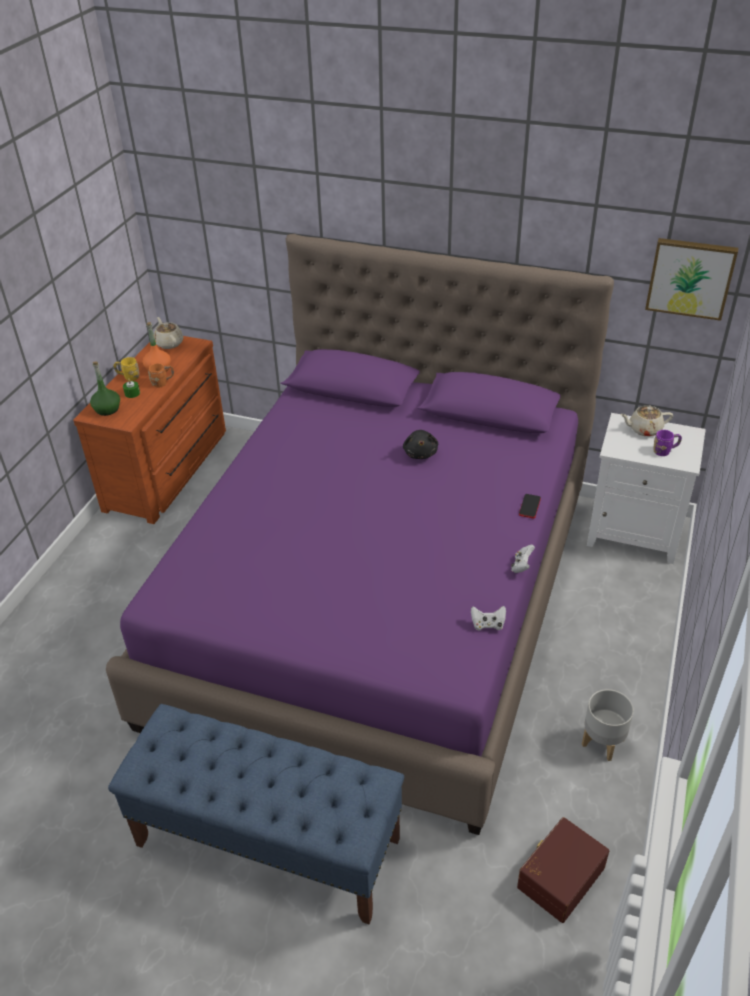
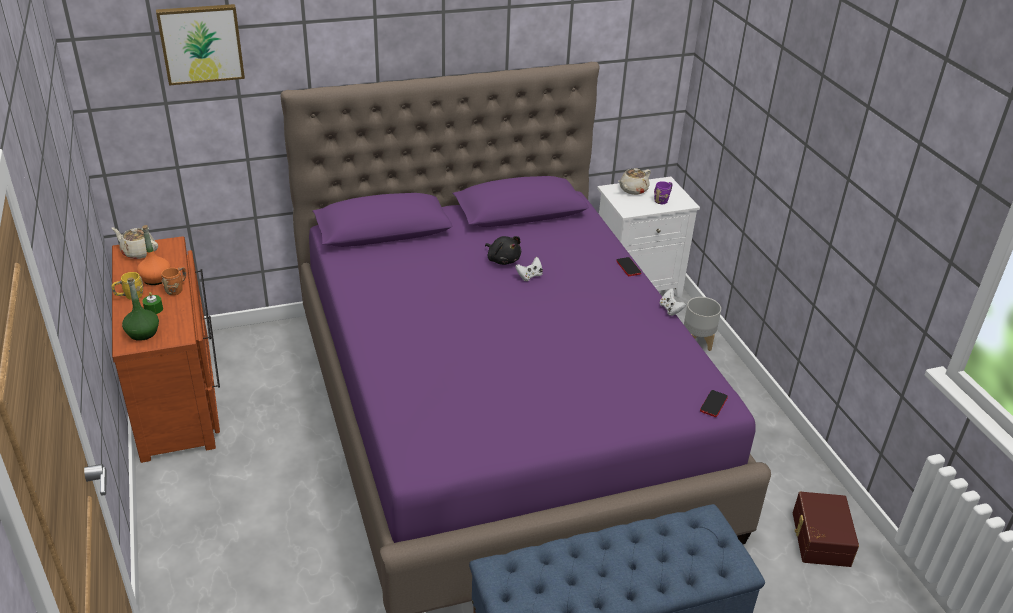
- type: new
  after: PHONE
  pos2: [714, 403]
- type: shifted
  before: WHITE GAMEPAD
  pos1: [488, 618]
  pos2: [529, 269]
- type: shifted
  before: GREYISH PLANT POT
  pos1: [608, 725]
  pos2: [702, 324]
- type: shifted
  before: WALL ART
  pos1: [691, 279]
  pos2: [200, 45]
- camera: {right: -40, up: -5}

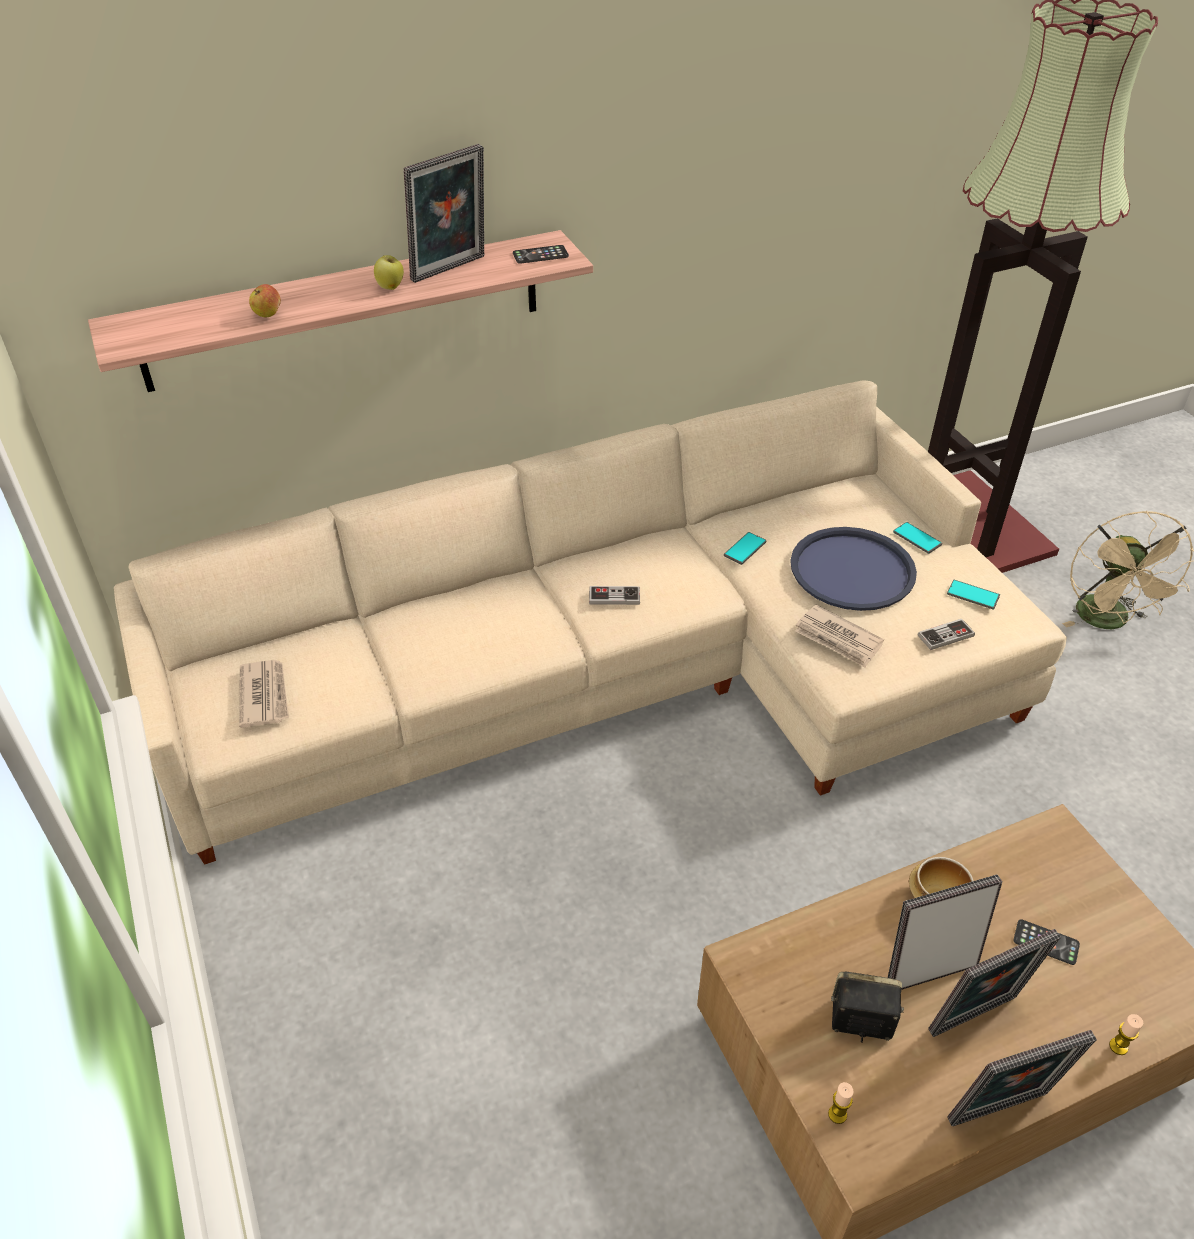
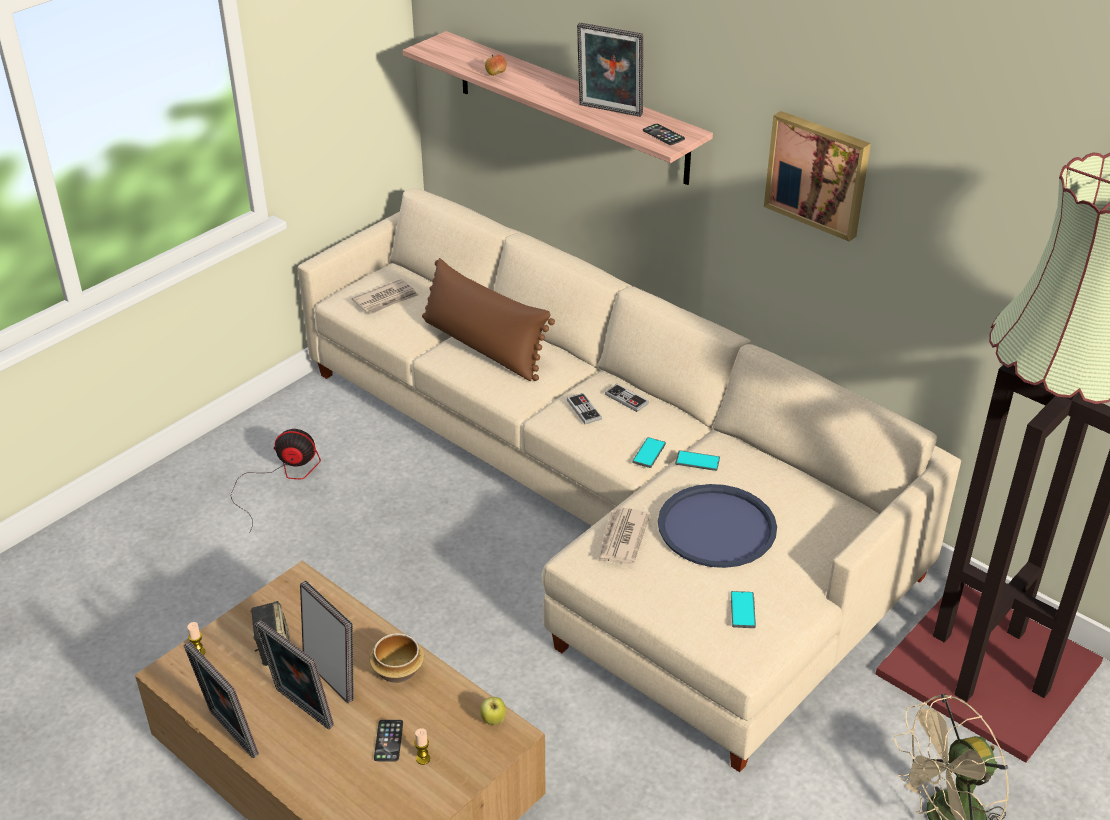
- type: new
  after: COOLING FAN
  pos2: [275, 480]
- type: new
  after: BROWN-COLOURED THROW PILLOW
  pos2: [488, 319]
- type: new
  after: WALL ART
  pos2: [817, 176]
- type: shifted
  before: APPLE
  pos1: [389, 272]
  pos2: [493, 711]
- type: shifted
  before: PHONE
  pos1: [917, 538]
  pos2: [649, 452]
- type: shifted
  before: GAMEPAD
  pos1: [946, 634]
  pos2: [627, 398]
- type: shifted
  before: WAX CANDLE
  pos1: [1126, 1034]
  pos2: [422, 746]
- camera: {right: 65, up: -5}

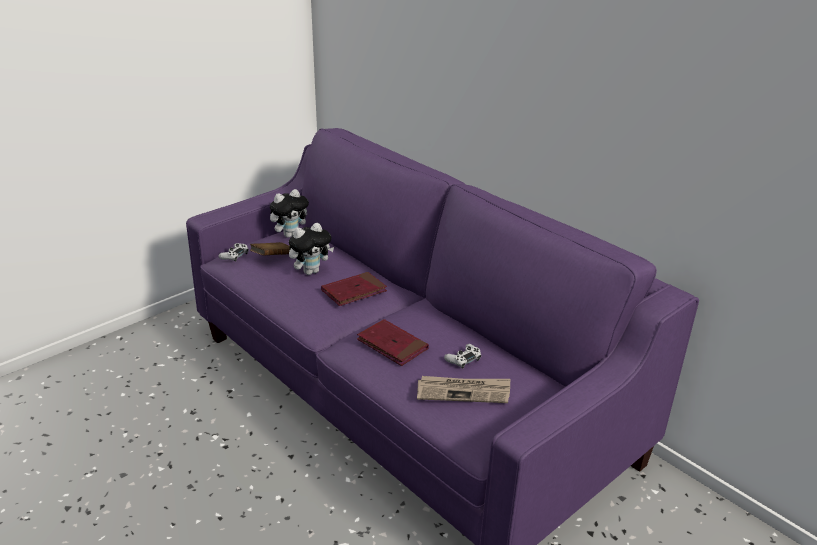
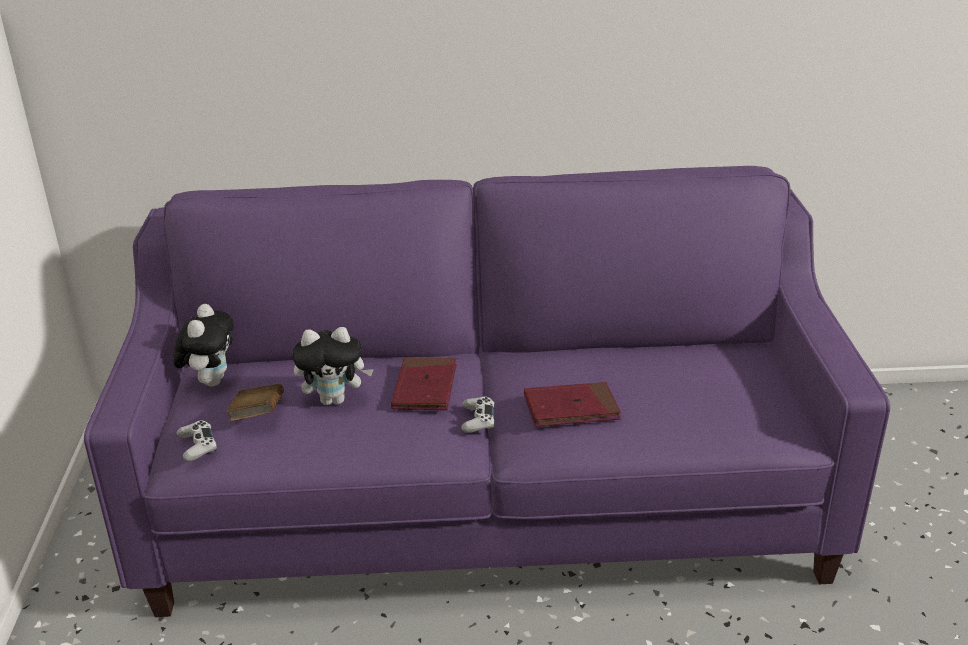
- type: gone
  before: PRINTED PAPER
  pos1: [463, 389]
- type: shifted
  before: WHITE GAMEPAD
  pos1: [462, 356]
  pos2: [478, 414]
- type: rotated
  before: SOFT TOY
  pos1: [311, 249]
  pos2: [333, 366]
  turn: 75
- camera: {right: -50, up: 0}

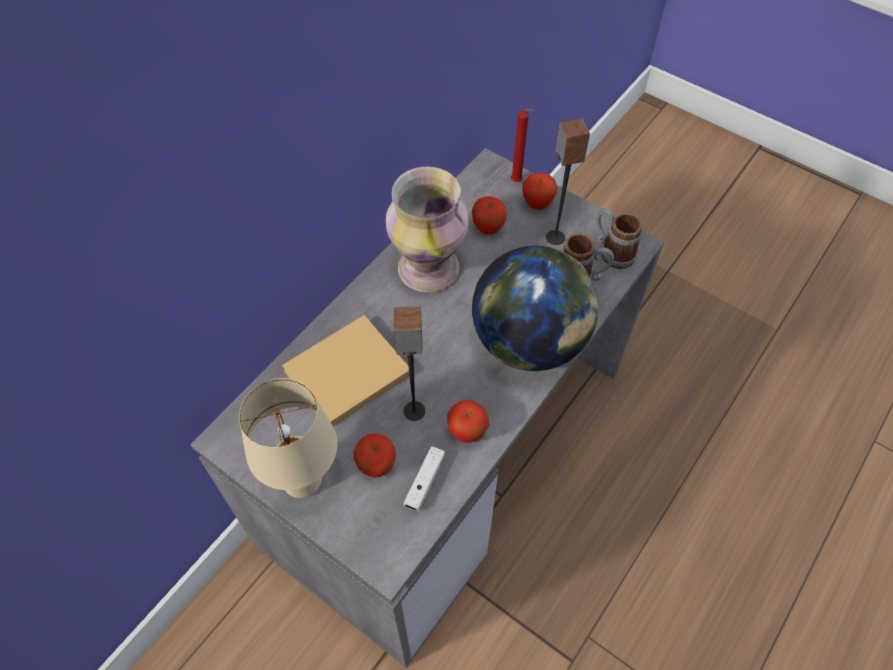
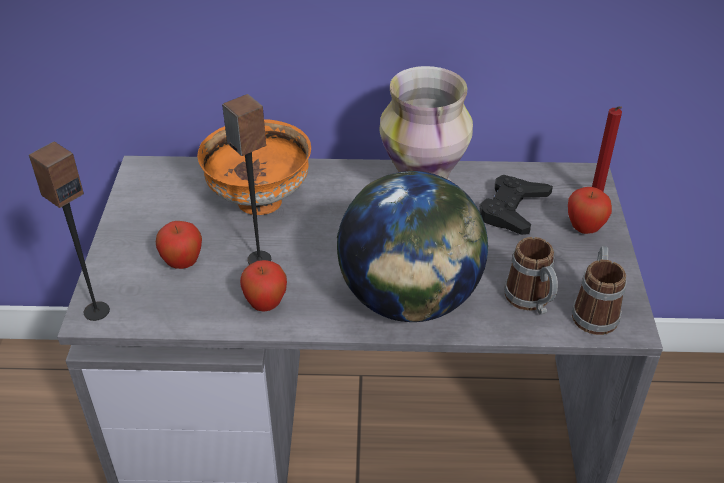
- type: gone
  before: BEIGE TABLETOP LAMP
  pos1: [288, 438]
- type: gone
  before: WHITE GAMEPAD
  pos1: [424, 478]
- type: shifted
  before: AUDIO SPEAKER
  pos1: [568, 181]
  pos2: [69, 231]
- type: swapped
  before: BEIGE BOOK
  after: ORANGE BOWL
  pos1: [346, 370]
  pos2: [254, 167]
- type: swapped
  before: APPLE
  after: BLACK-COLOURED GAMEPAD
  pos1: [489, 215]
  pos2: [516, 205]
- camera: {right: 55, up: -15}

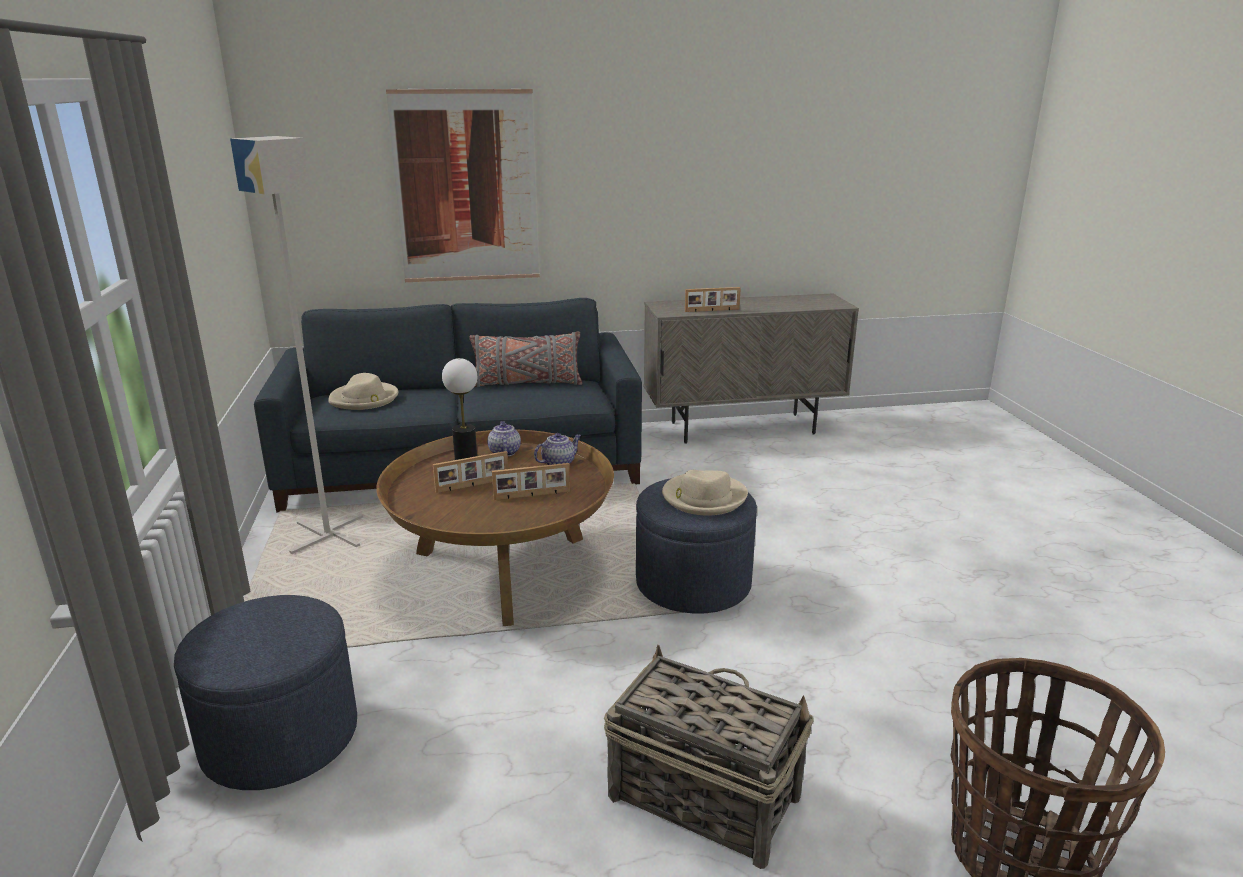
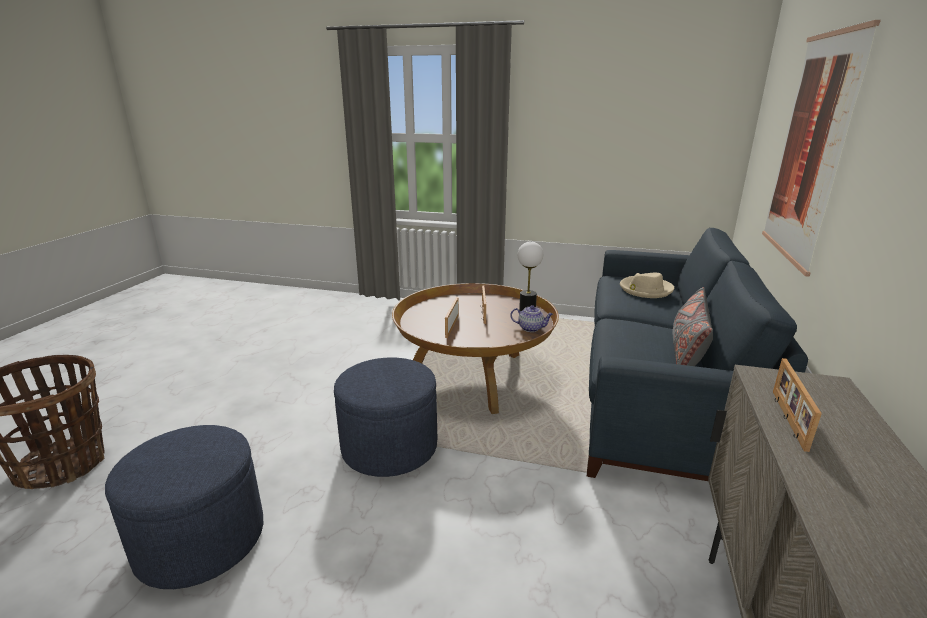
- type: gone
  before: GREYISH FLOOR LAMP
  pos1: [296, 345]
- type: gone
  before: TEAPOT
  pos1: [557, 449]
- type: gone
  before: BASKET
  pos1: [709, 757]
- type: gone
  before: BEIGE HAT
  pos1: [705, 493]
- type: shifted
  before: BLUE-COLOURED POUFFE
  pos1: [265, 692]
  pos2: [184, 507]
- camera: {right: 115, up: 0}

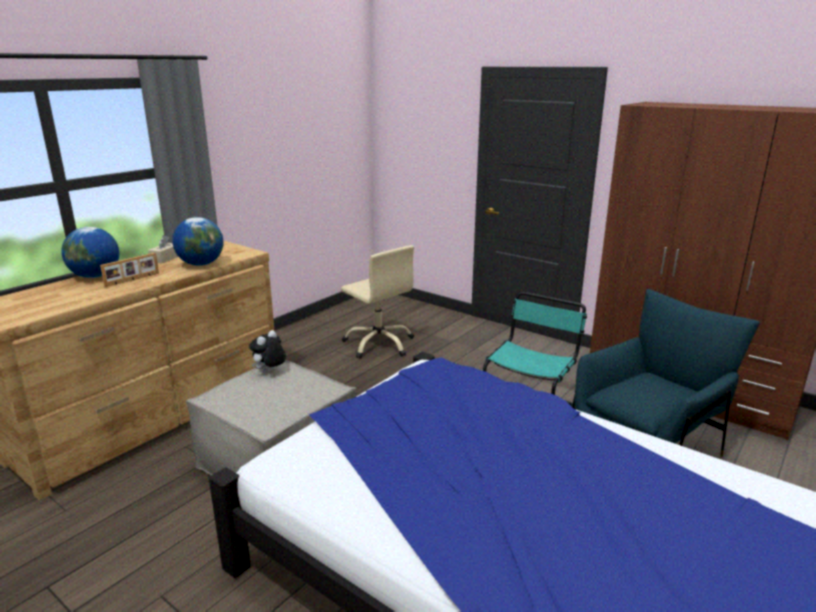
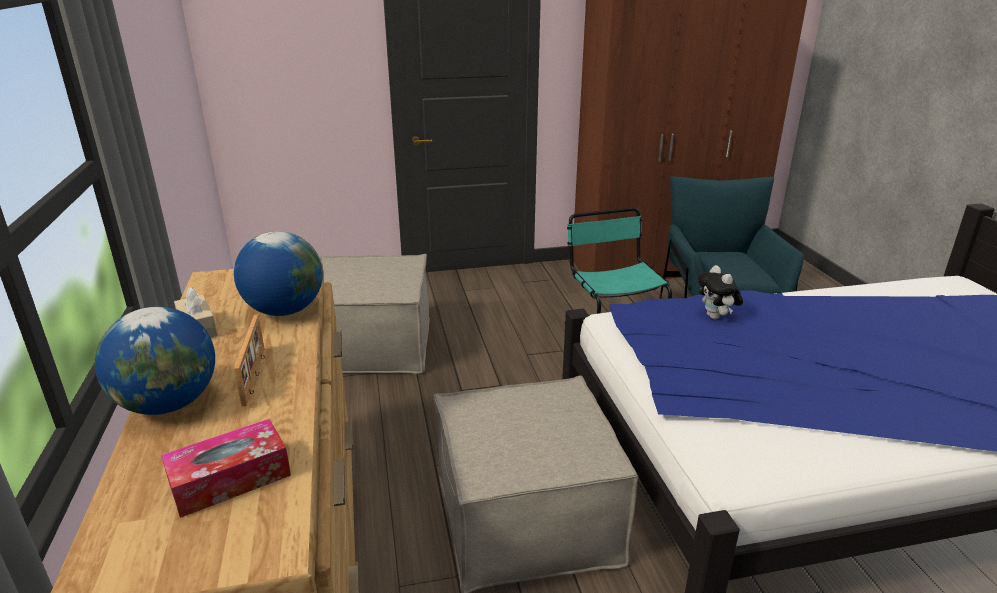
- type: new
  after: TISSUE BOX
  pos2: [226, 468]
- type: shifted
  before: SOFT TOY
  pos1: [267, 351]
  pos2: [720, 292]
- type: swapped
  before: BEIGE DESK CHAIR
  after: BEIGE POUFFE
  pos1: [377, 302]
  pos2: [374, 314]
- camera: {right: -50, up: 5}

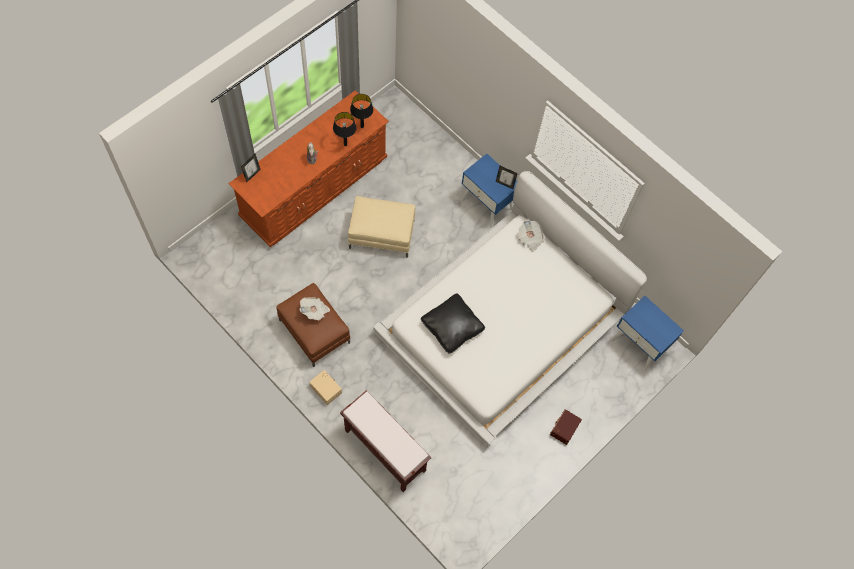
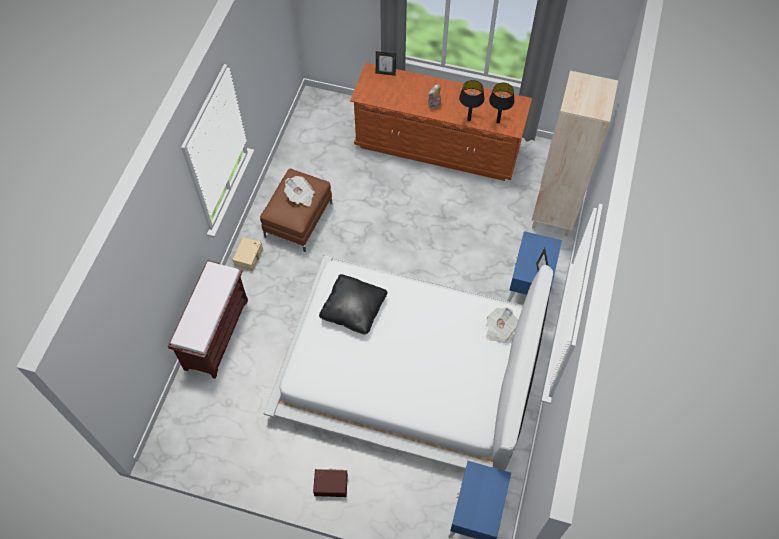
- type: gone
  before: BEIGE POUFFE
  pos1: [381, 227]
- type: new
  after: BEIGE BOOKCASE
  pos2: [574, 154]
- camera: {right: 65, up: -5}

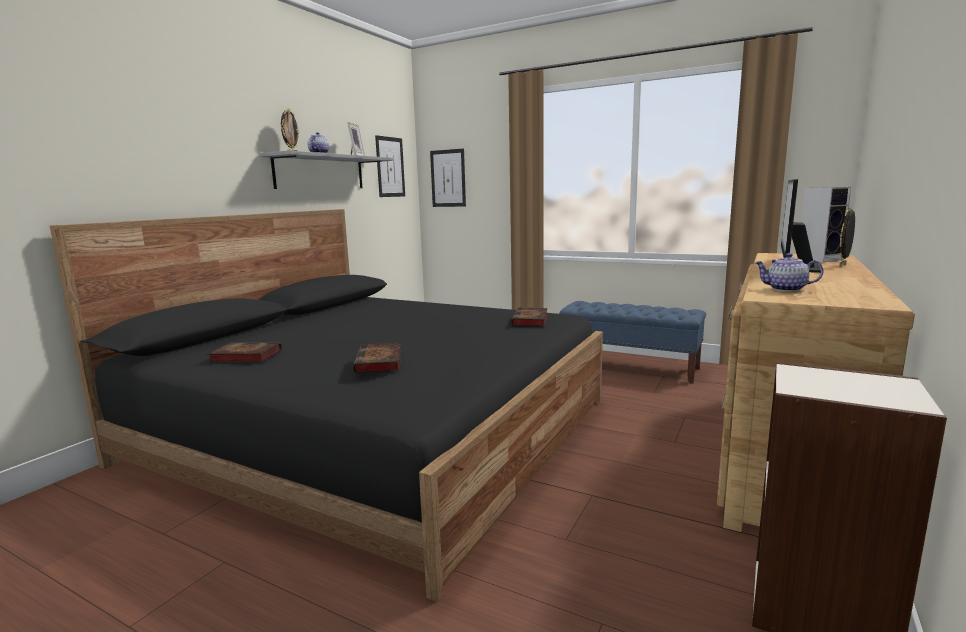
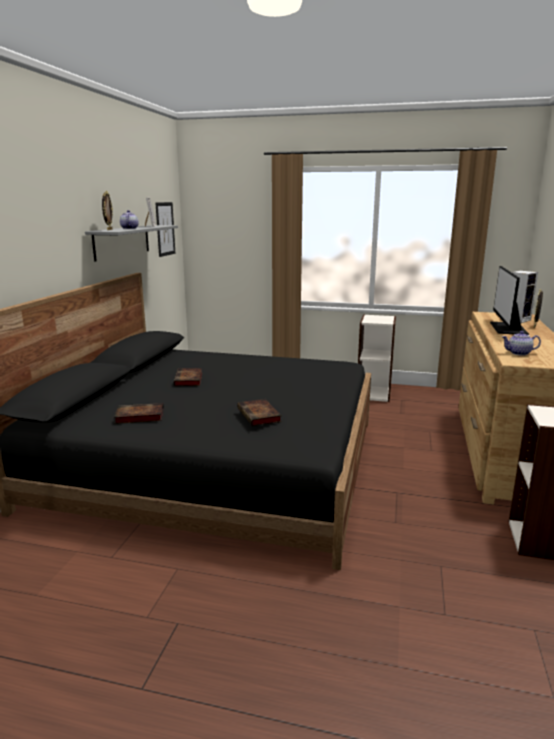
- type: gone
  before: WALL ART
  pos1: [448, 178]
- type: shifted
  before: BOOK
  pos1: [530, 317]
  pos2: [188, 377]
- type: swapped
  before: BLUE-COLOURED LONG SEAT
  after: BOOKCASE
  pos1: [632, 342]
  pos2: [377, 358]
- camera: {right: -15, up: 5}

